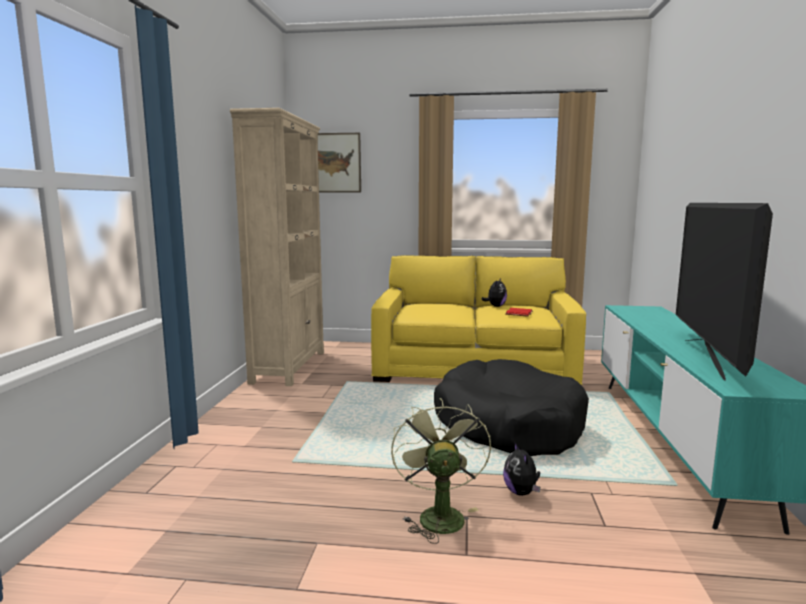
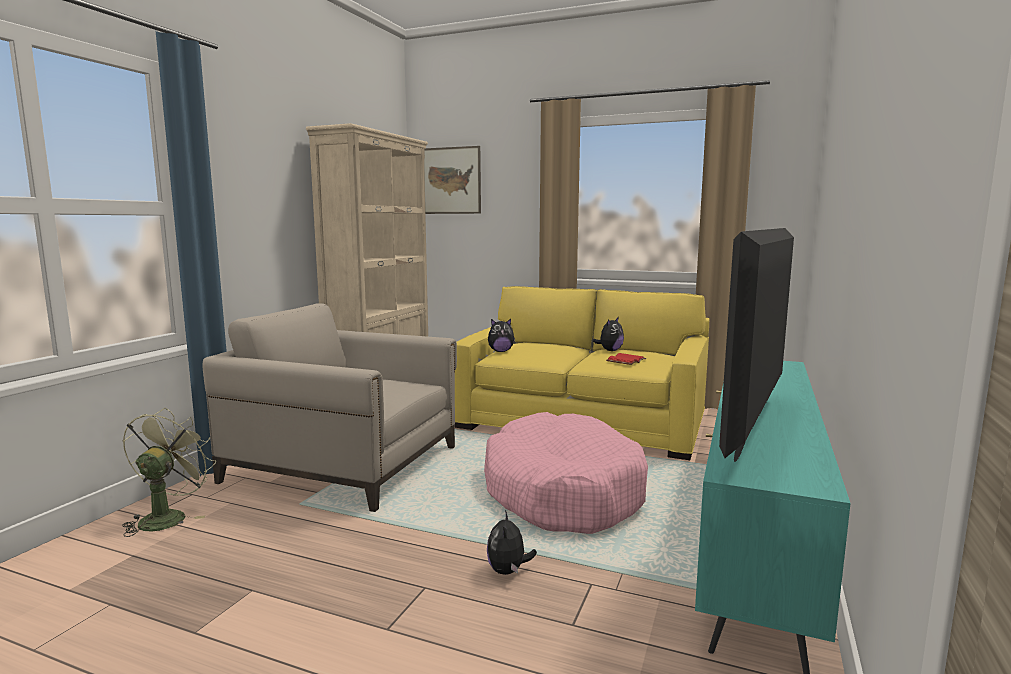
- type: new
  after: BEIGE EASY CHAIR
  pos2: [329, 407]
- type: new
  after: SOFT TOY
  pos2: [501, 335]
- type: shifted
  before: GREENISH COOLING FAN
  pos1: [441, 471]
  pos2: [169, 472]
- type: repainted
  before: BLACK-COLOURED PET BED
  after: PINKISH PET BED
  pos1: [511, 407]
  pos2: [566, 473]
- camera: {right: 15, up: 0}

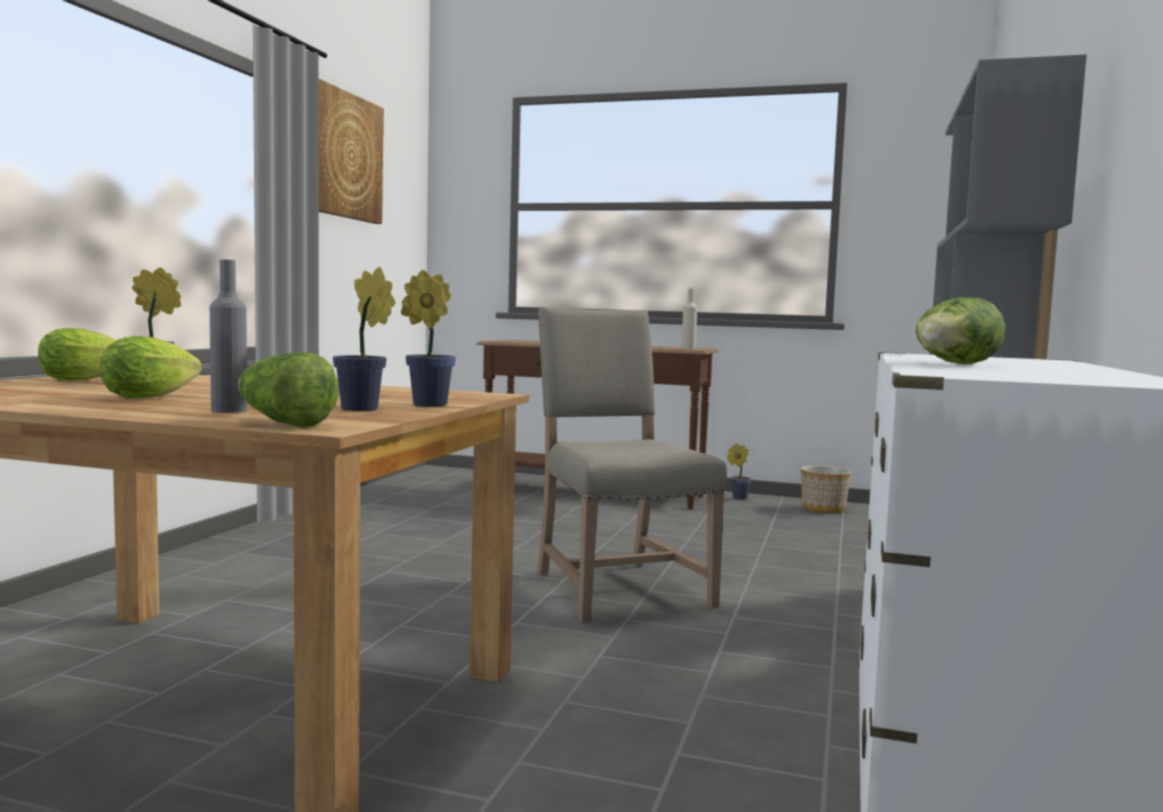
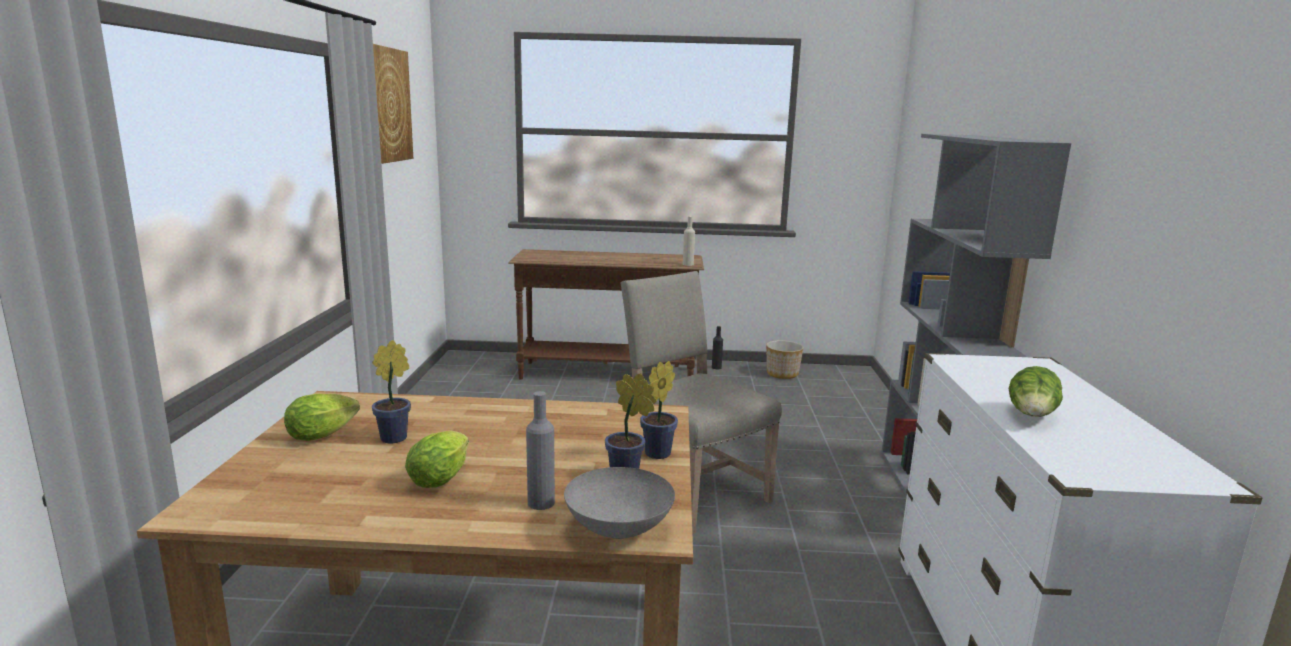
- type: swapped
  before: LETTUCE
  after: GREYISH BOWL
  pos1: [288, 390]
  pos2: [619, 503]
- type: swapped
  before: HOUSEPLANT
  after: BLACK-COLOURED DRINK BOTTLE
  pos1: [739, 472]
  pos2: [717, 347]
- camera: {right: -15, up: 10}

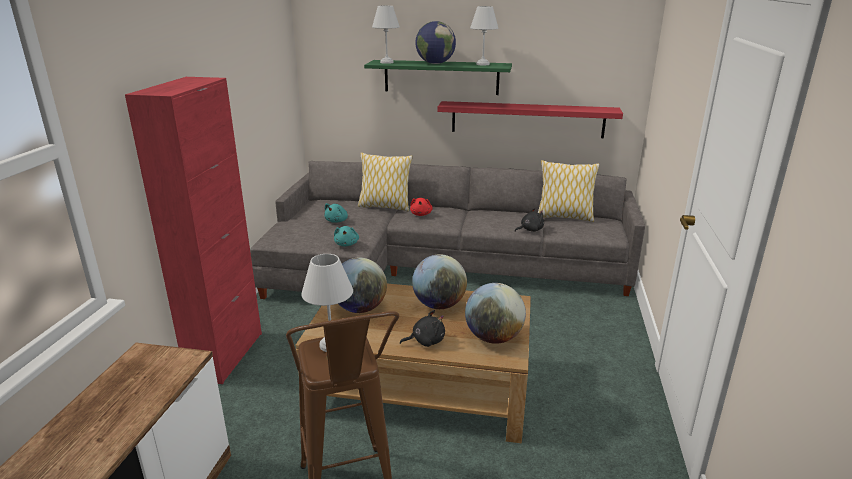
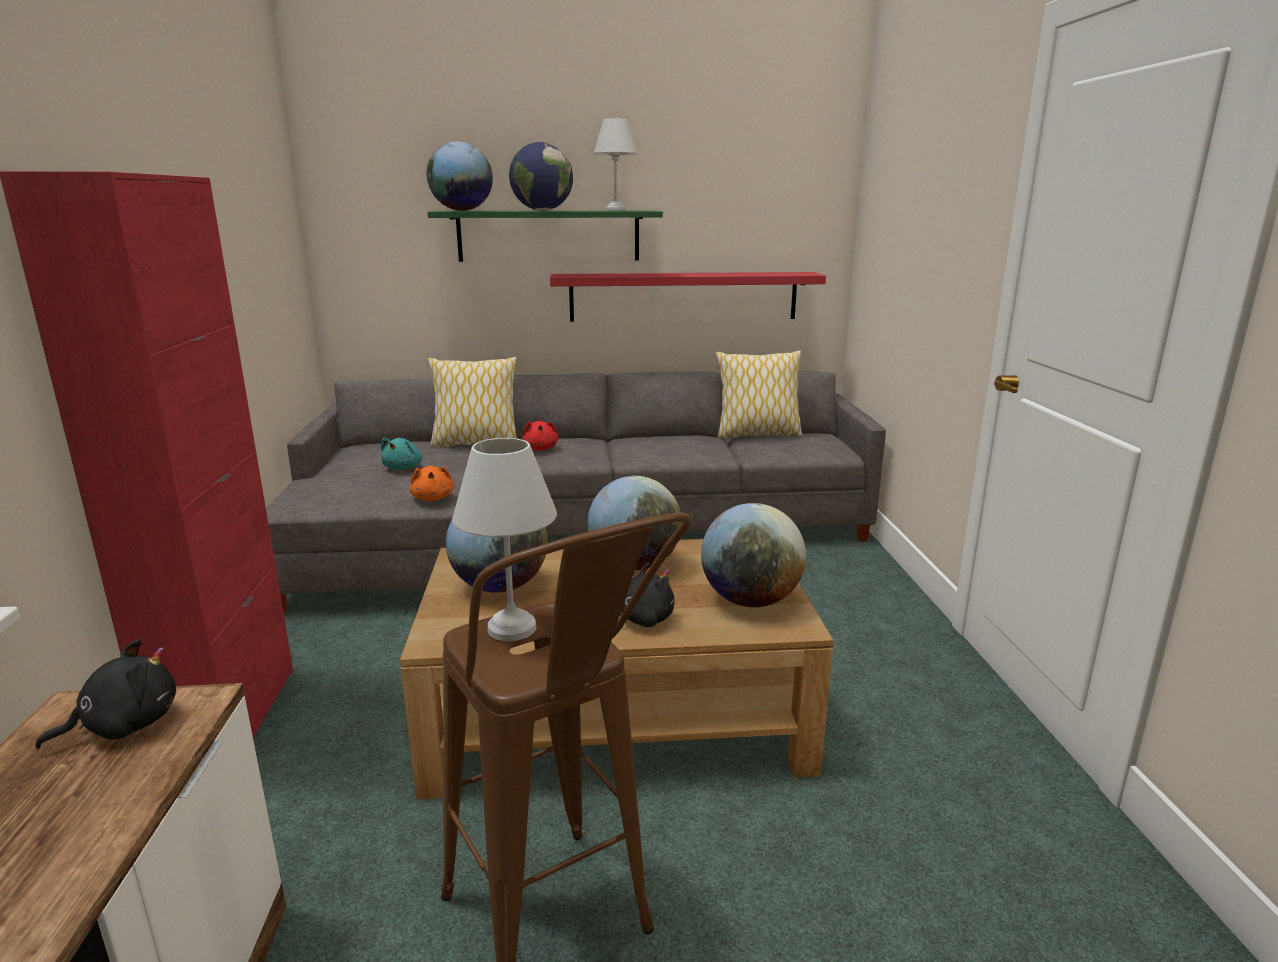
- type: shifted
  before: BLACK-COLOURED SOFT TOY
  pos1: [529, 220]
  pos2: [105, 694]
- type: swapped
  before: WHITE TABLETOP LAMP
  after: DESK GLOBE
  pos1: [386, 35]
  pos2: [459, 176]
- type: repainted
  before: TURQUOISE SOFT TOY
  after: ORANGE SOFT TOY
  pos1: [346, 236]
  pos2: [432, 483]
- camera: {right: -15, up: -5}

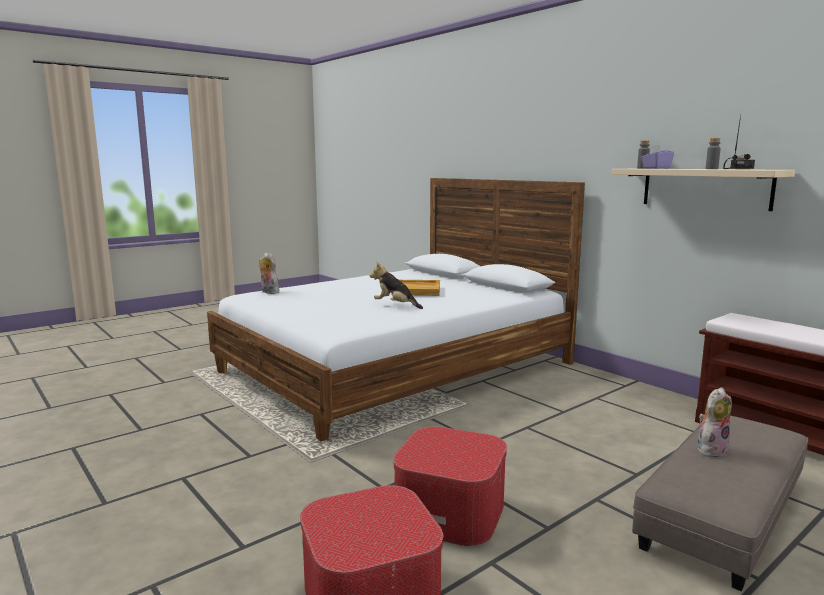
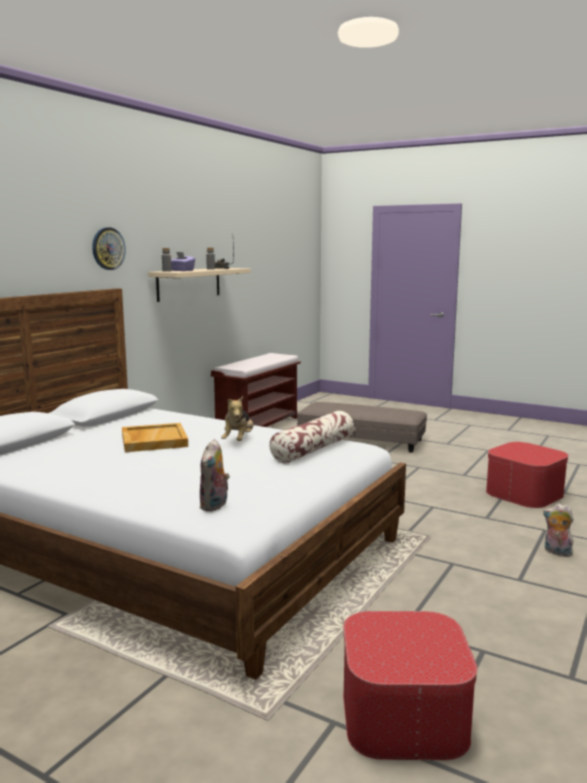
- type: new
  after: WALL CLOCK
  pos2: [109, 248]
- type: new
  after: THROW PILLOW
  pos2: [311, 437]
- type: shifted
  before: POUFFE
  pos1: [450, 486]
  pos2: [410, 685]
- type: shifted
  before: SOFT TOY
  pos1: [714, 422]
  pos2: [558, 530]
- camera: {right: -110, up: 0}

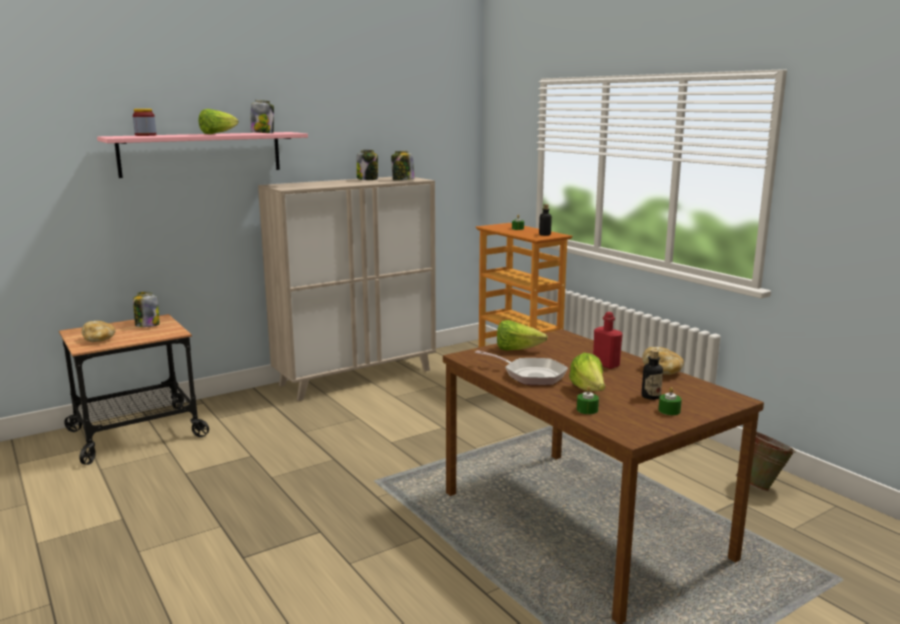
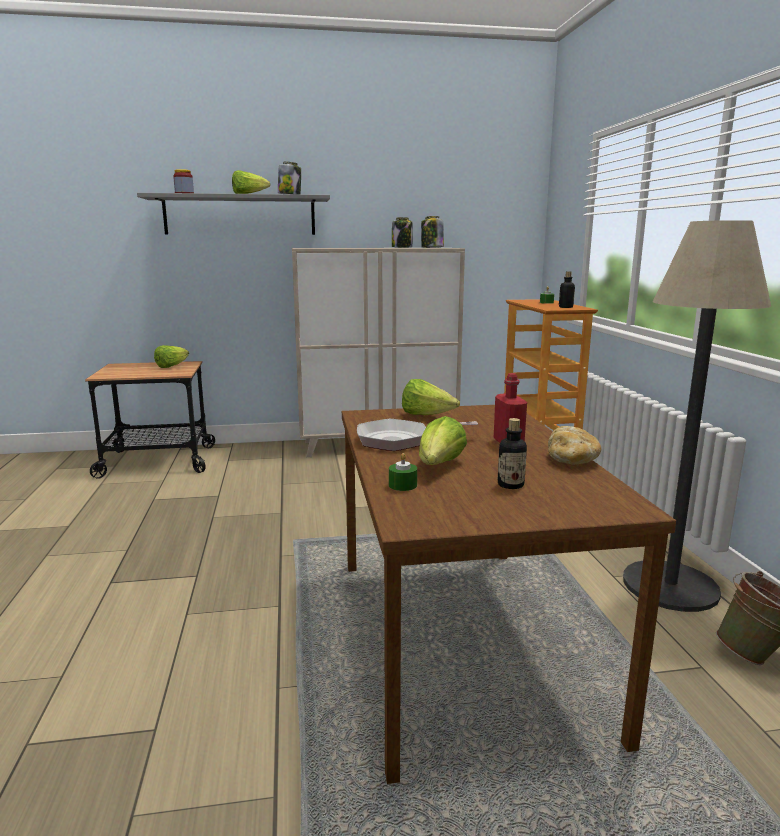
- type: gone
  before: BAKED BREAD
  pos1: [99, 331]
- type: gone
  before: GREENISH WAX CANDLE
  pos1: [670, 401]
- type: new
  after: FLOOR LAMP
  pos2: [697, 416]
- type: swapped
  before: PRESERVE JAR
  after: LETTUCE
  pos1: [146, 309]
  pos2: [171, 356]
- type: repainted
  before: PINKISH BRACKET SHELF
  after: GREYISH BRACKET SHELF
  pos1: [202, 155]
  pos2: [233, 214]
- type: rotated
  before: SKILLET
  pos1: [521, 367]
  pos2: [417, 435]
  turn: 120
- camera: {right: 25, up: 0}

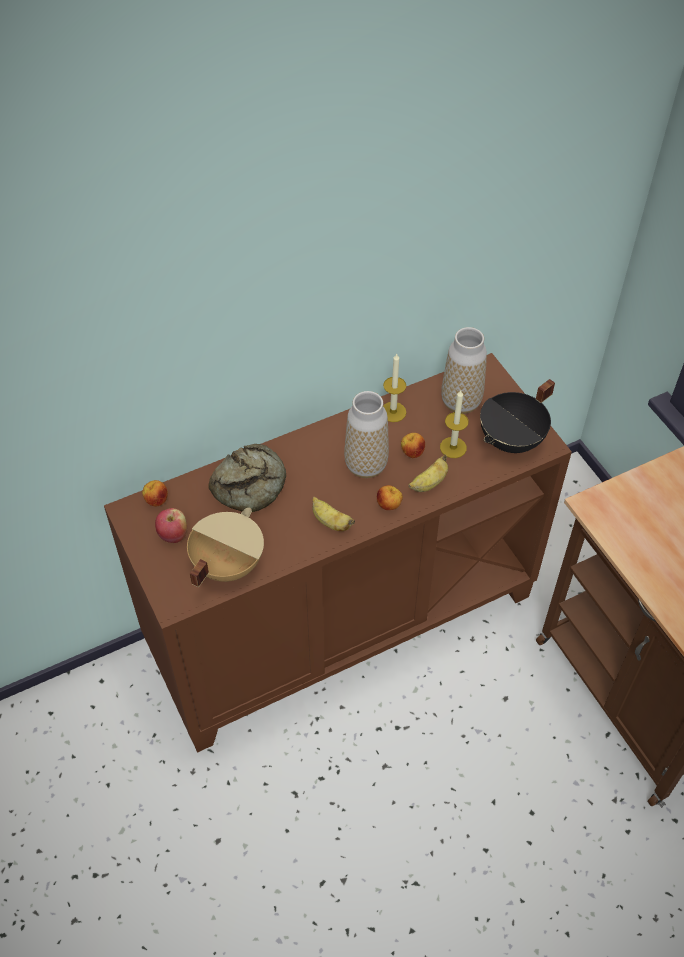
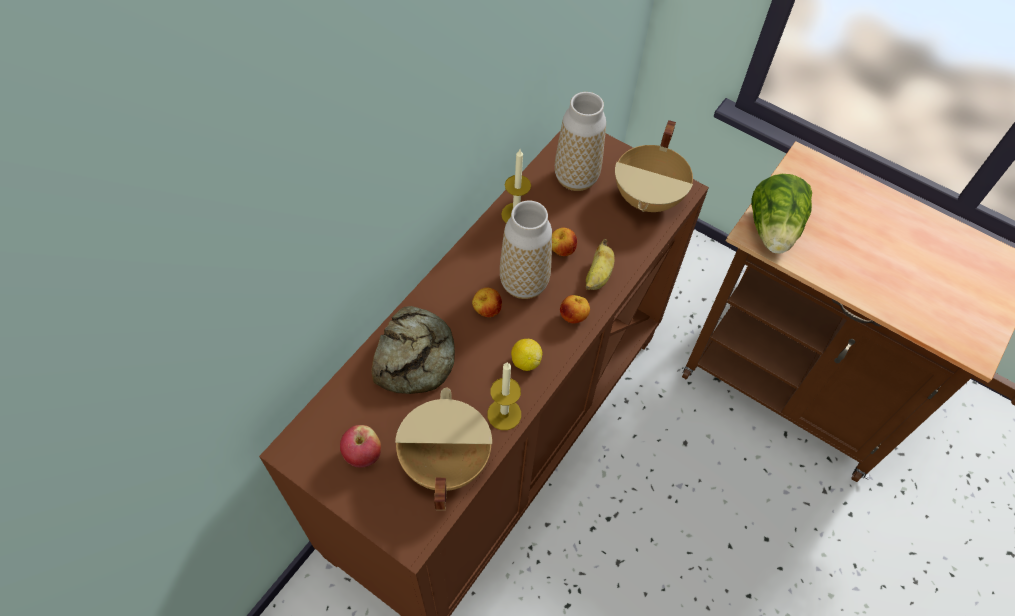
- type: new
  after: LETTUCE
  pos2: [781, 214]
- type: shifted
  before: APPLE
  pos1: [155, 493]
  pos2: [487, 302]
- type: shifted
  before: WAX CANDLE
  pos1: [454, 424]
  pos2: [504, 396]
- type: swapped
  before: BANANA FRUIT
  after: LEMON
  pos1: [333, 514]
  pos2: [526, 355]
- type: repainted
  before: BLACK-COLOURED STOCKPOT
  after: BEIGE STOCKPOT
  pos1: [517, 416]
  pos2: [654, 166]
- camera: {right: -30, up: 5}

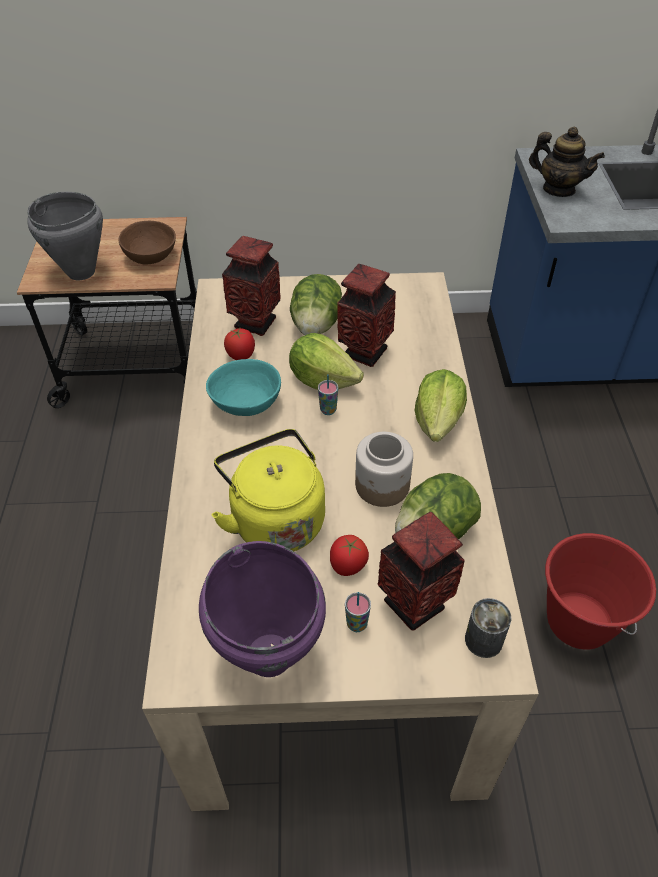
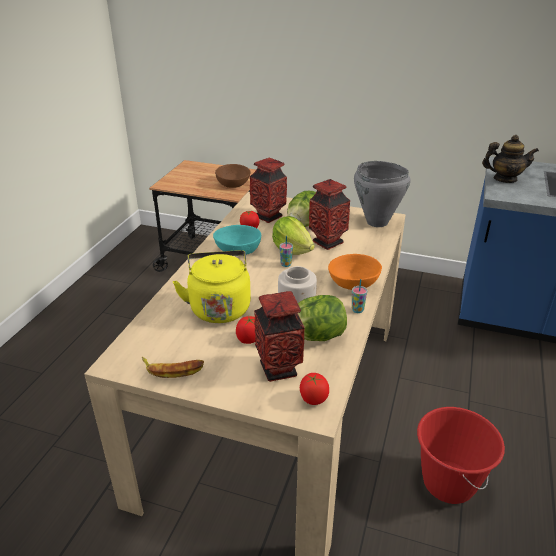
- type: shifted
  before: GREYISH STOCKPOT
  pos1: [65, 236]
  pos2: [382, 194]
- type: shifted
  before: SMALL CUP
  pos1: [358, 612]
  pos2: [359, 296]
- type: swapped
  before: PURPLE-COLOURED STOCKPOT
  after: BANANA FRUIT
  pos1: [262, 609]
  pos2: [173, 367]
- type: swapped
  before: LETTUCE
  after: ORANGE BOWL
  pos1: [441, 405]
  pos2: [355, 272]
- type: swapped
  before: SEALED CAN
  after: WHOLE TOMATO
  pos1: [488, 628]
  pos2: [314, 389]
- type: rotated
  before: TEAPOT
  pos1: [567, 162]
  pos2: [510, 159]
  turn: -45
- camera: {right: 20, up: -15}

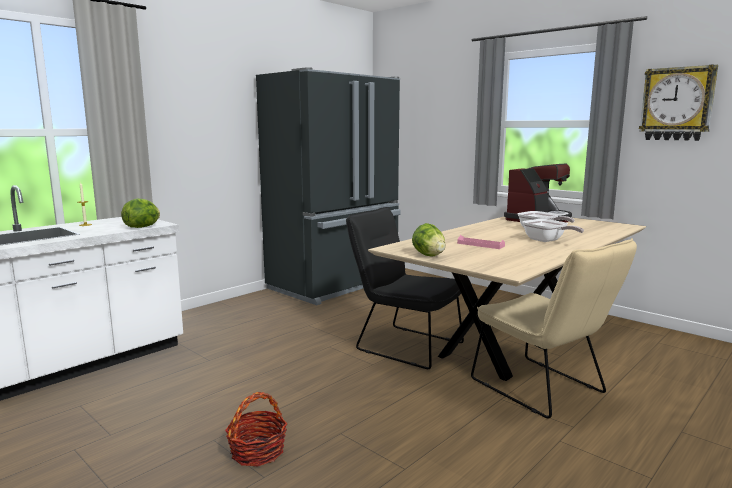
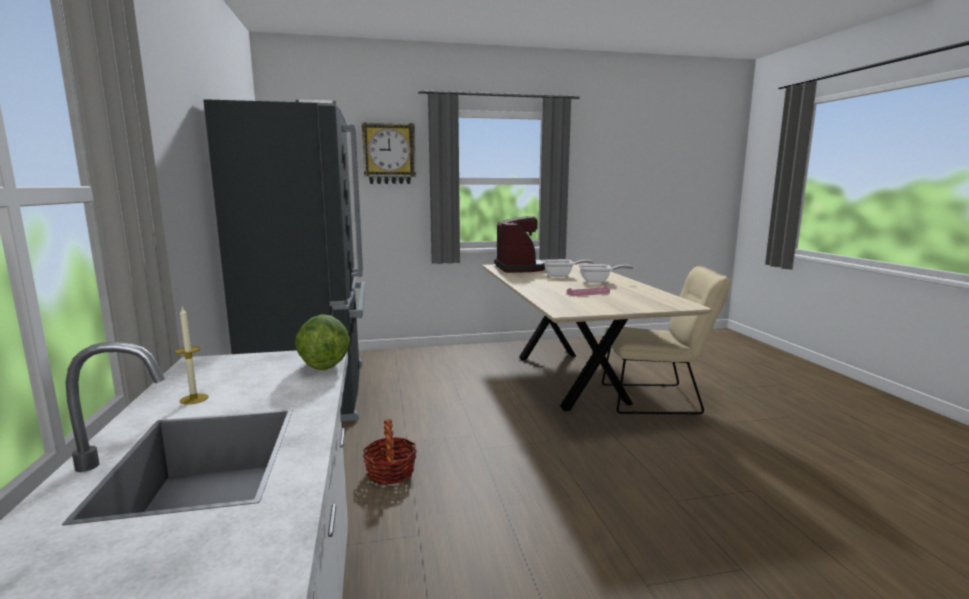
- type: gone
  before: BLACK-COLOURED PLAIN CHAIR
  pos1: [405, 288]
- type: gone
  before: LETTUCE
  pos1: [429, 240]
- type: shifted
  before: BASKET
  pos1: [256, 429]
  pos2: [390, 452]
- type: shifted
  before: WALL CLOCK
  pos1: [678, 103]
  pos2: [389, 153]
- camera: {right: -55, up: 0}

